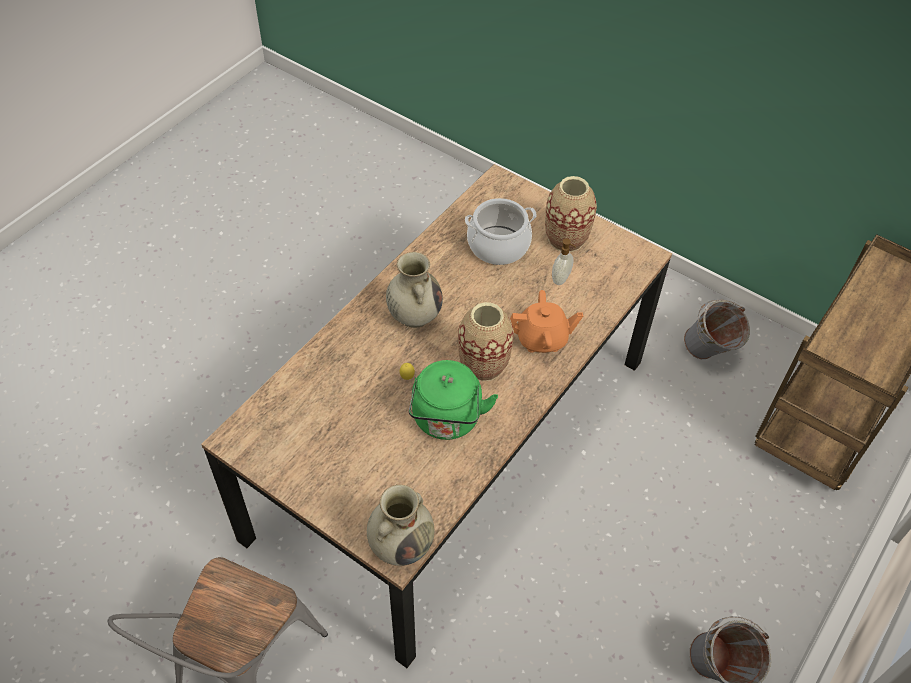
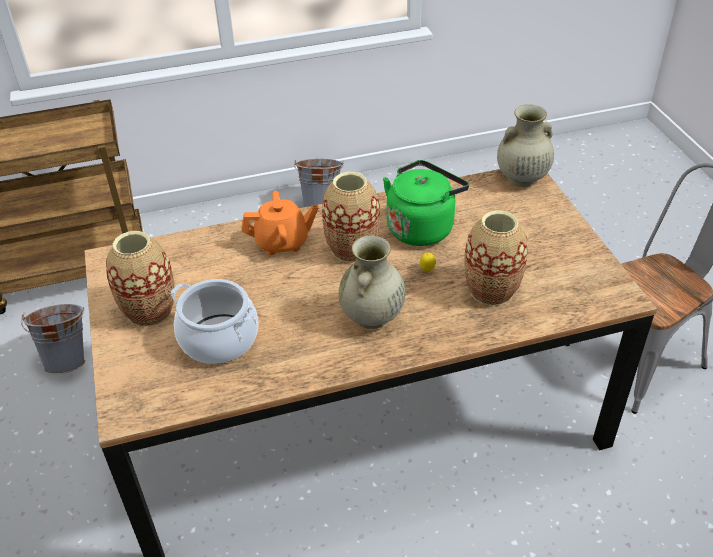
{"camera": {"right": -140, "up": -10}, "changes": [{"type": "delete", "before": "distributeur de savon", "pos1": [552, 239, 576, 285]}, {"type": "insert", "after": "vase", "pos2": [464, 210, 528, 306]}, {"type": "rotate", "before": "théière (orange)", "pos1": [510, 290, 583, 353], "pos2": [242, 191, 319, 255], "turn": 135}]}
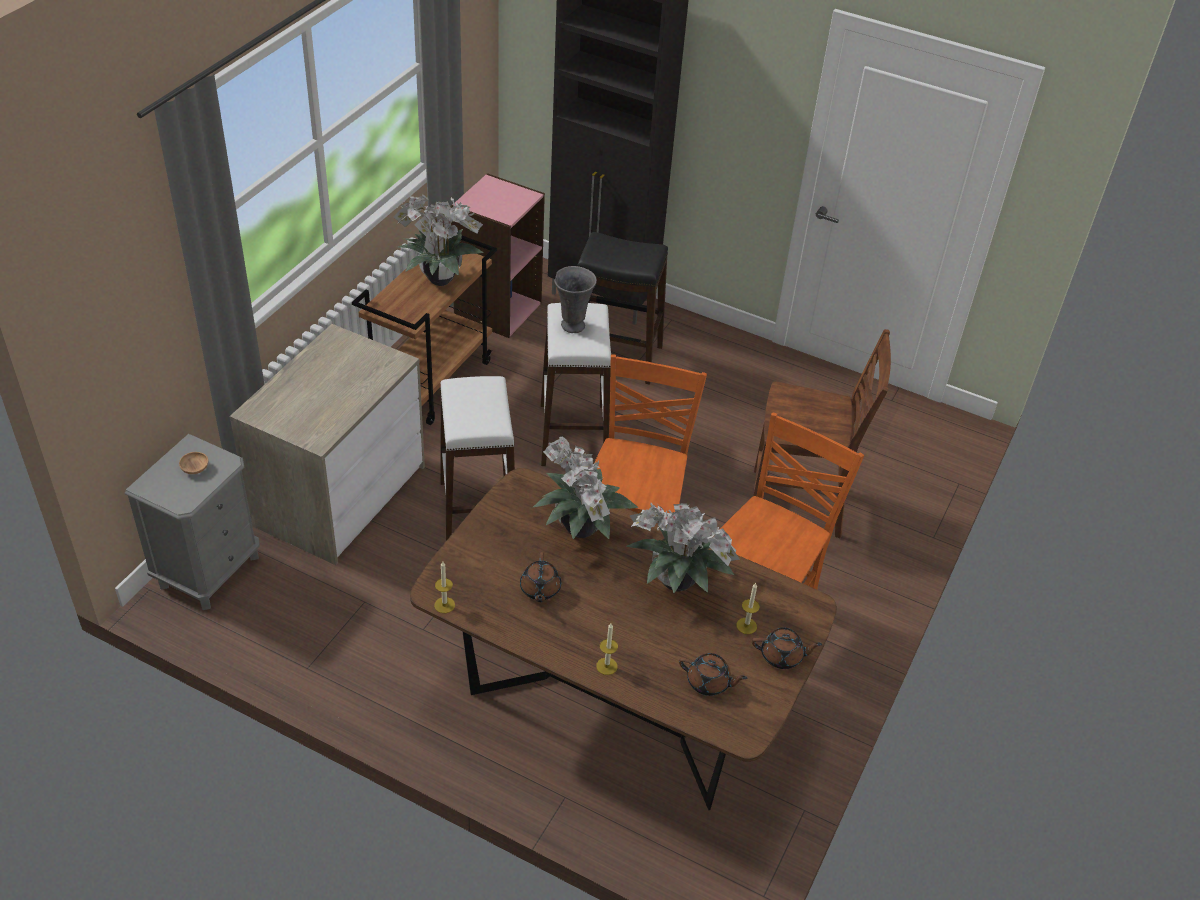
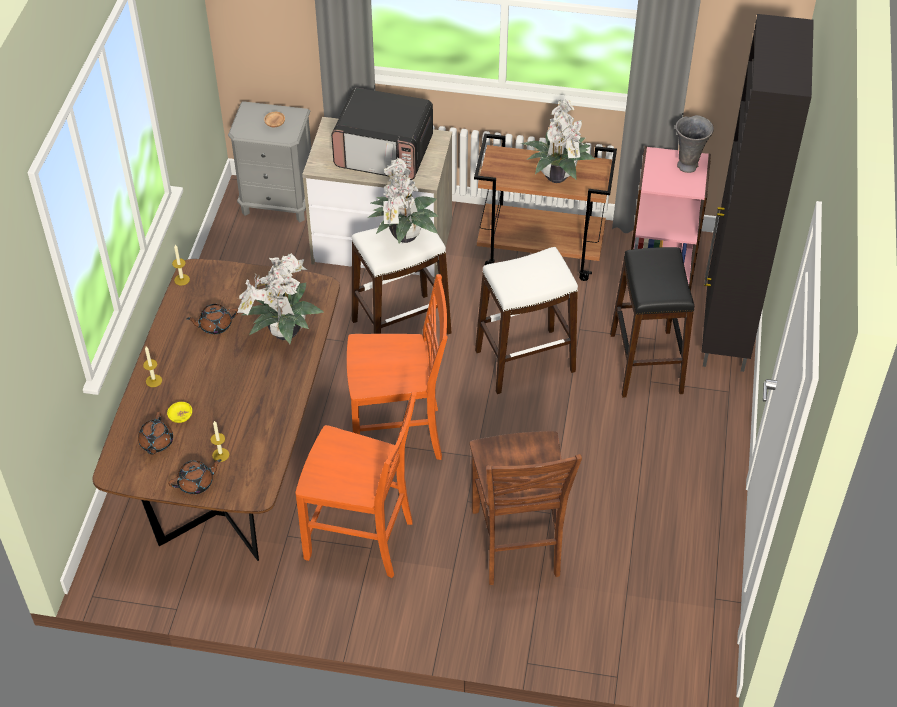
{"camera": {"right": 75, "up": 5}, "changes": [{"type": "insert", "after": "bol (jaune)", "pos2": [167, 402, 192, 423]}, {"type": "insert", "after": "micro-ondes", "pos2": [331, 88, 433, 180]}, {"type": "move", "before": "vase (gris)", "pos1": [554, 266, 597, 333], "pos2": [675, 115, 714, 173]}, {"type": "move", "before": "plante en pot", "pos1": [626, 503, 740, 593], "pos2": [367, 158, 438, 244]}, {"type": "rotate", "before": "théière (marron)", "pos1": [752, 627, 822, 669], "pos2": [168, 459, 221, 495], "turn": -105}]}
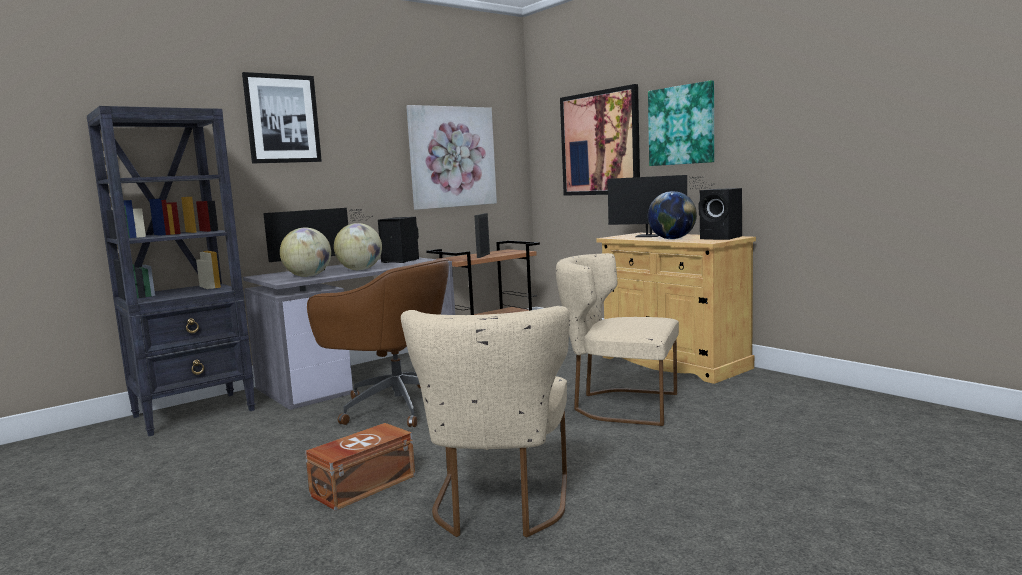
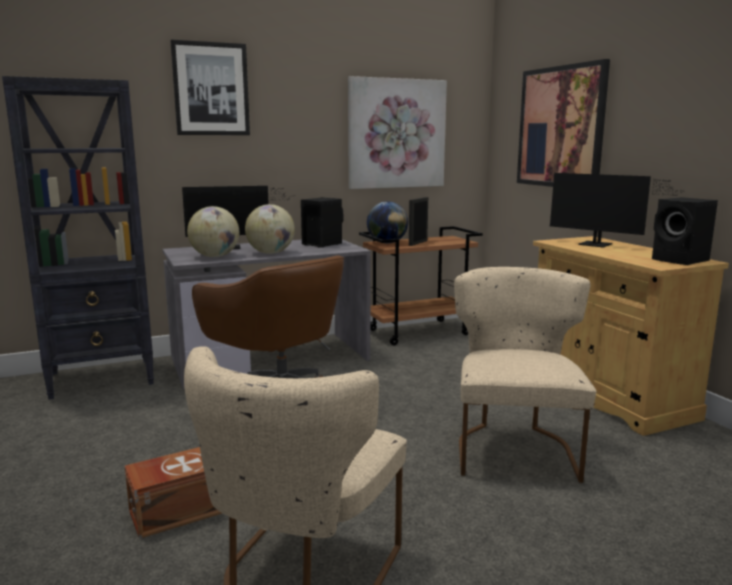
{"camera": {"right": 15, "up": 5}, "changes": [{"type": "delete", "before": "tableau", "pos1": [648, 80, 714, 166]}, {"type": "move", "before": "globe", "pos1": [648, 191, 697, 239], "pos2": [367, 201, 408, 243]}, {"type": "rotate", "before": "chaise (beige)", "pos1": [556, 253, 679, 426], "pos2": [454, 267, 596, 483], "turn": 60}]}
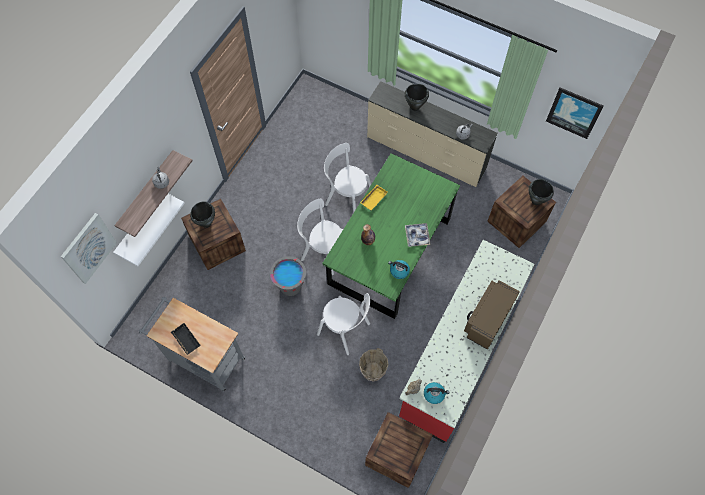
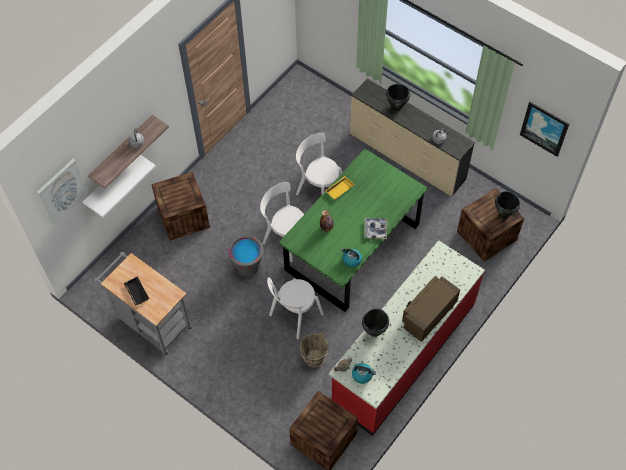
{"camera": {"right": 10, "up": -5}, "changes": [{"type": "move", "before": "marmite (noir)", "pos1": [190, 201, 215, 228], "pos2": [362, 309, 389, 337]}, {"type": "rotate", "before": "chaise (blanc)", "pos1": [317, 293, 370, 355], "pos2": [267, 277, 324, 340], "turn": 90}]}
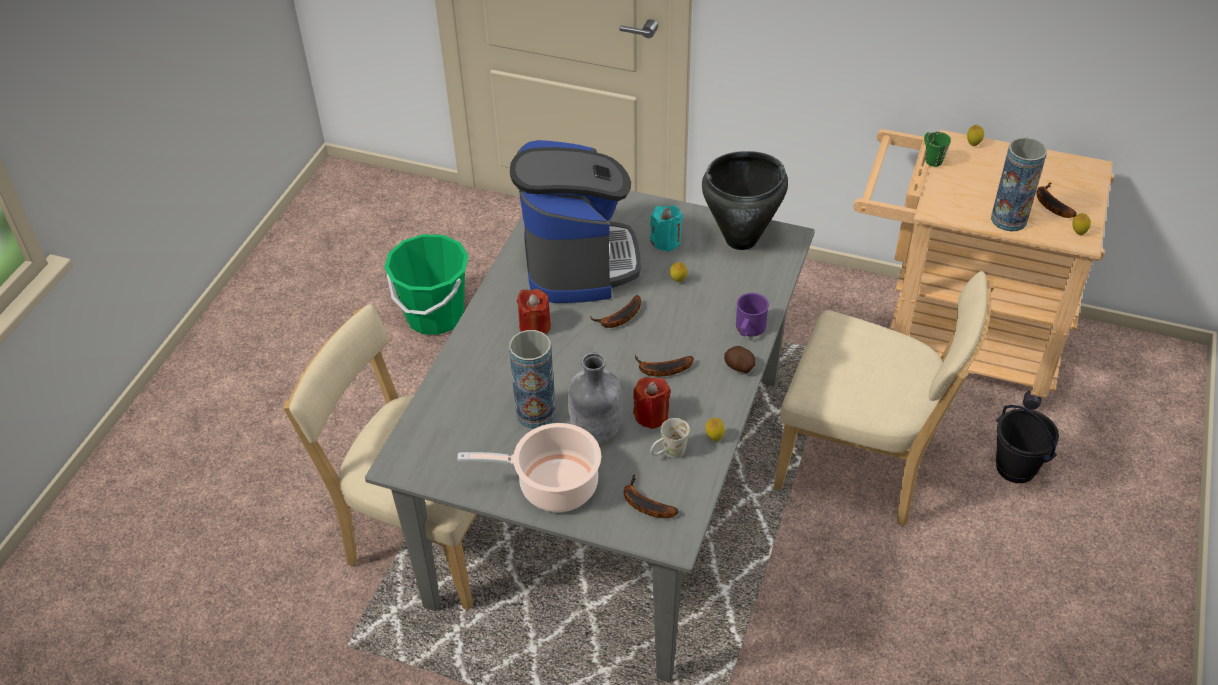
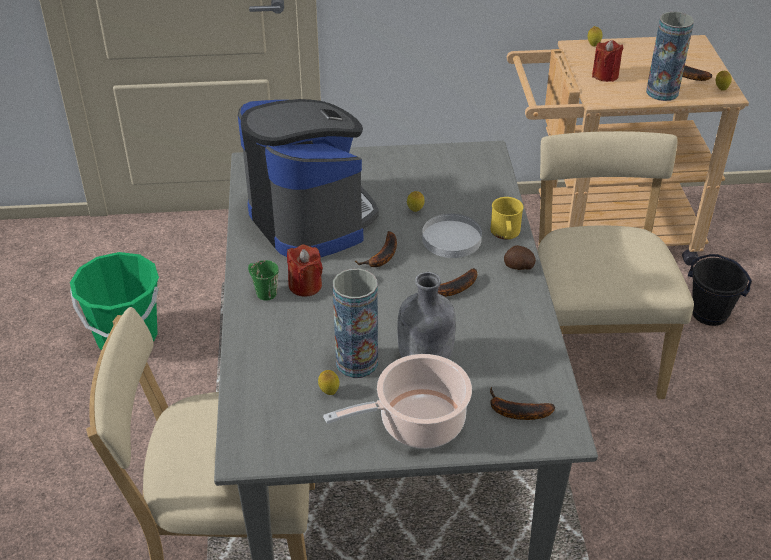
{"camera": {"right": -25, "up": -5}, "changes": [{"type": "delete", "before": "bougie (turquoise)", "pos1": [650, 205, 683, 252]}, {"type": "delete", "before": "mug (blanc)", "pos1": [650, 418, 690, 459]}, {"type": "delete", "before": "marmite (noir)", "pos1": [702, 151, 788, 250]}, {"type": "insert", "after": "assiette (blanc)", "pos2": [422, 214, 482, 258]}, {"type": "move", "before": "bougie (rouge)", "pos1": [633, 377, 671, 429], "pos2": [592, 40, 624, 82]}, {"type": "move", "before": "citron", "pos1": [705, 418, 725, 441], "pos2": [318, 370, 340, 395]}, {"type": "move", "before": "mug (vert)", "pos1": [924, 132, 951, 167], "pos2": [248, 260, 279, 301]}, {"type": "recolor", "before": "mug (violet)", "after": "mug (jaune)", "pos1": [736, 293, 769, 336], "pos2": [491, 197, 524, 240]}, {"type": "rotate", "before": "chaise (beige)", "pos1": [774, 271, 994, 526], "pos2": [538, 131, 694, 399], "turn": -90}]}
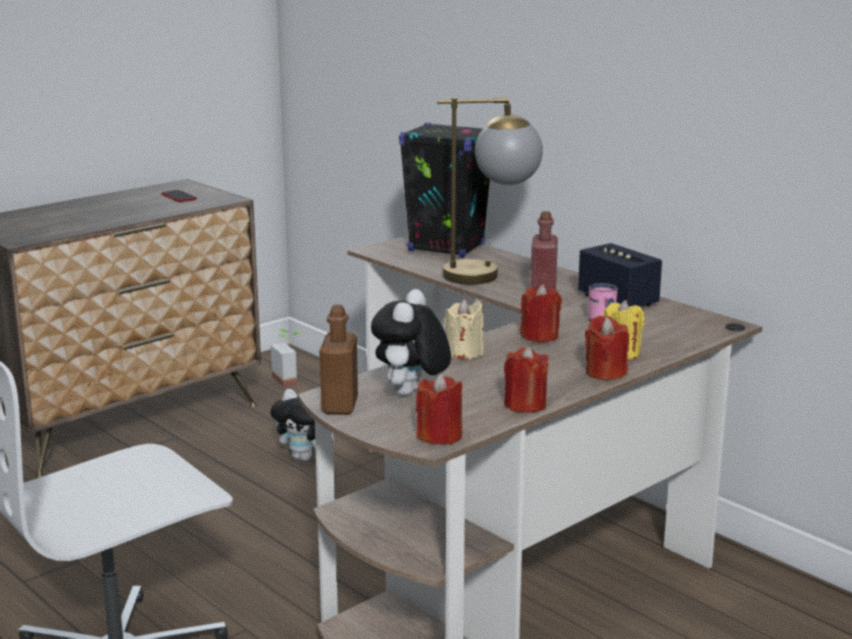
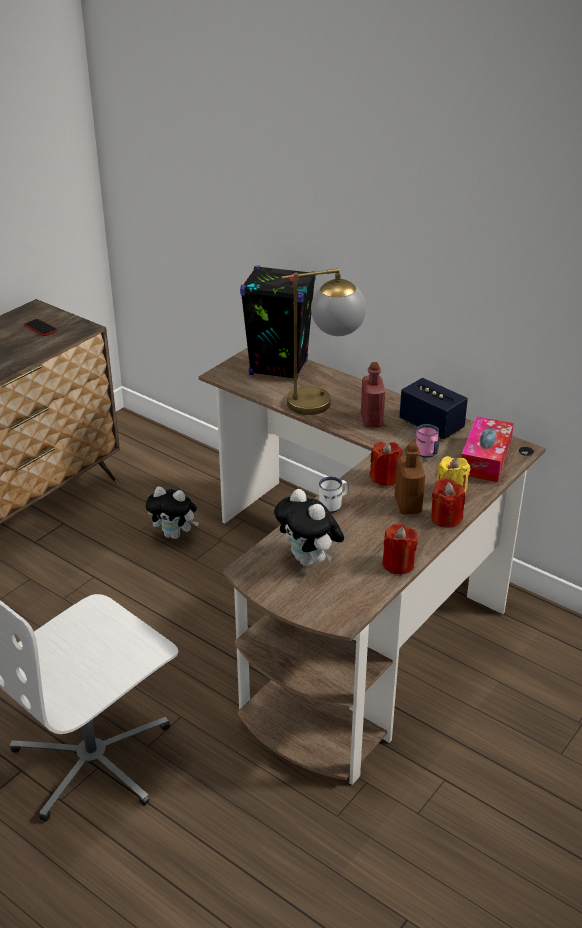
{"camera": {"right": -10, "up": 15}, "changes": [{"type": "delete", "before": "plante en pot", "pos1": [271, 329, 301, 387]}, {"type": "delete", "before": "bougie (rouge)", "pos1": [416, 374, 463, 445]}, {"type": "insert", "after": "boîte à mouchoirs", "pos2": [461, 417, 514, 482]}, {"type": "move", "before": "bouteille (marron)", "pos1": [319, 305, 358, 415], "pos2": [395, 442, 425, 514]}, {"type": "replace", "before": "bougie (beige)", "after": "mug (blanc)", "pos1": [444, 299, 484, 359], "pos2": [319, 476, 349, 513]}, {"type": "rotate", "before": "peluche", "pos1": [371, 289, 451, 396], "pos2": [274, 489, 344, 567], "turn": -45}]}
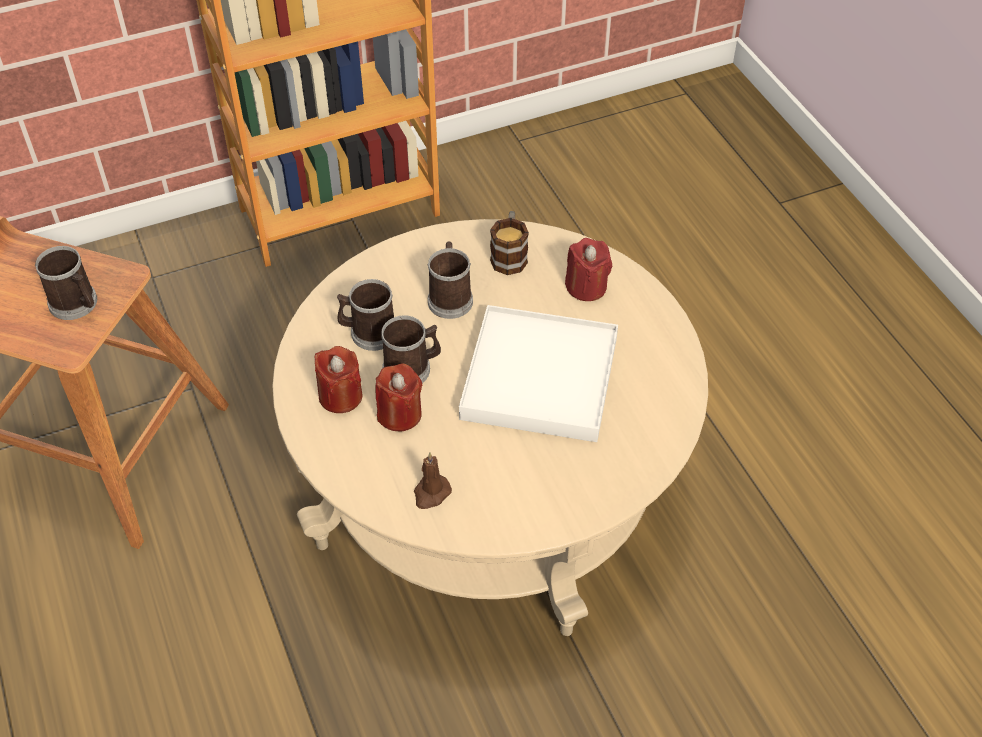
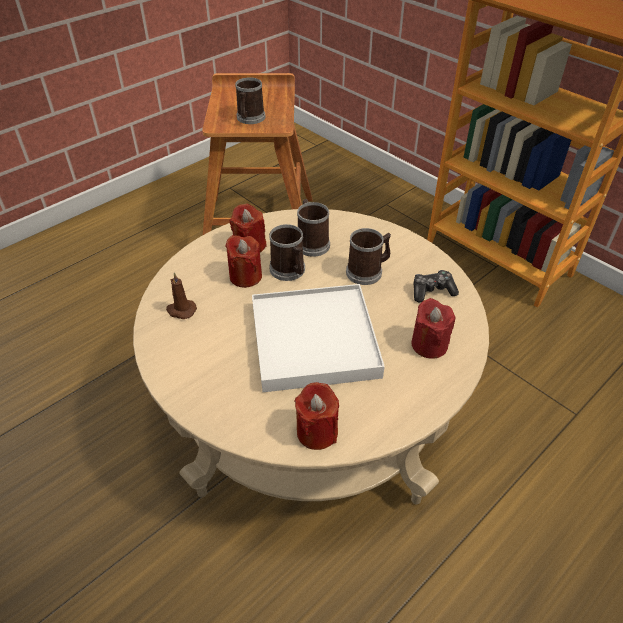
{"camera": {"right": 70, "up": -5}, "changes": [{"type": "insert", "after": "bougie (rouge)", "pos2": [295, 382, 339, 450]}, {"type": "replace", "before": "mug", "after": "manette", "pos1": [490, 211, 529, 275], "pos2": [413, 270, 459, 302]}]}
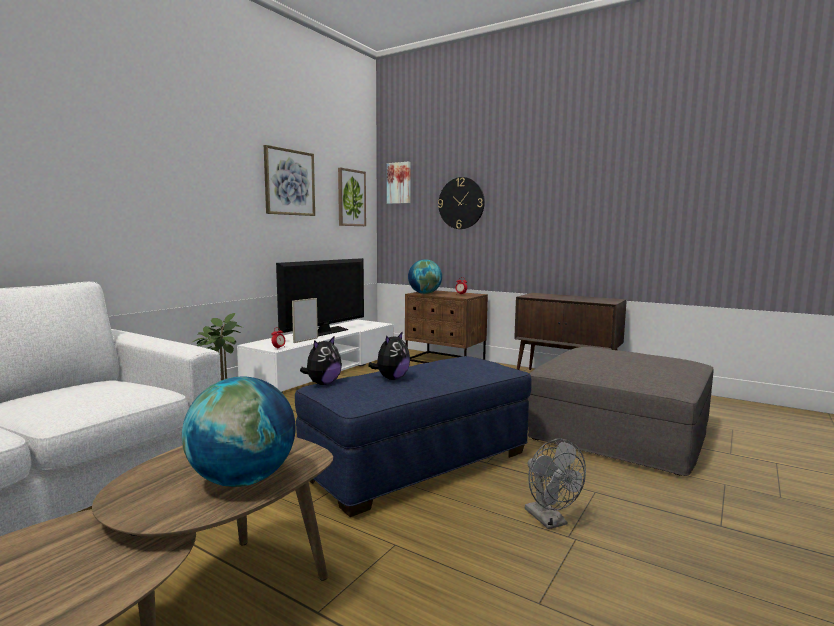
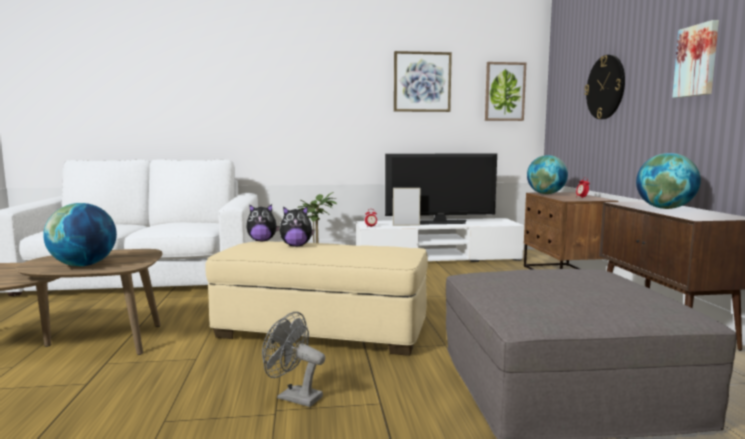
{"camera": {"right": 50, "up": 0}, "changes": [{"type": "insert", "after": "globe", "pos2": [636, 153, 701, 209]}, {"type": "move", "before": "tableau", "pos1": [387, 162, 411, 204], "pos2": [672, 20, 719, 98]}, {"type": "recolor", "before": "pouf (bleu)", "after": "pouf (beige)", "pos1": [295, 356, 532, 517], "pos2": [205, 241, 428, 356]}, {"type": "rotate", "before": "ventilateur (gris)", "pos1": [525, 439, 586, 529], "pos2": [262, 312, 325, 407], "turn": 90}]}
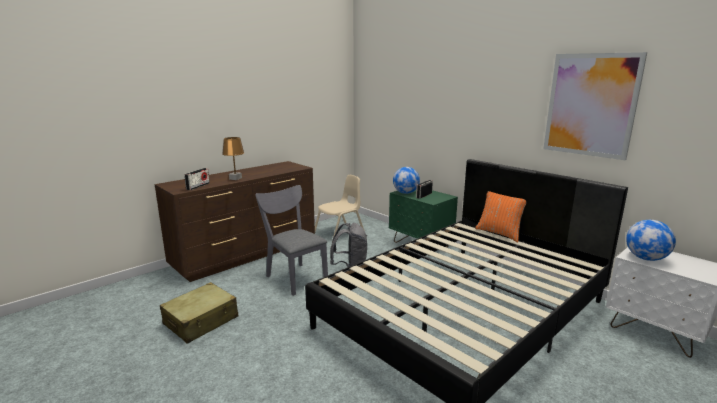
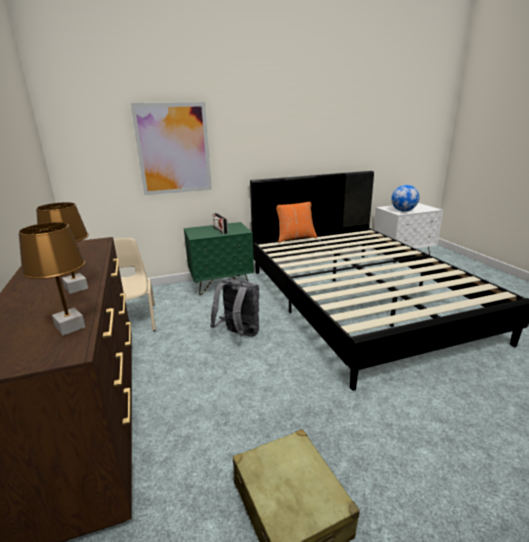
{"camera": {"right": -65, "up": 5}, "changes": [{"type": "delete", "before": "chaise (gris)", "pos1": [255, 185, 328, 296]}, {"type": "delete", "before": "globe", "pos1": [393, 167, 420, 194]}, {"type": "move", "before": "tableau", "pos1": [543, 52, 647, 160], "pos2": [131, 102, 212, 195]}, {"type": "replace", "before": "radio", "after": "lampe de table (marron)", "pos1": [184, 168, 210, 190], "pos2": [18, 222, 85, 336]}]}
